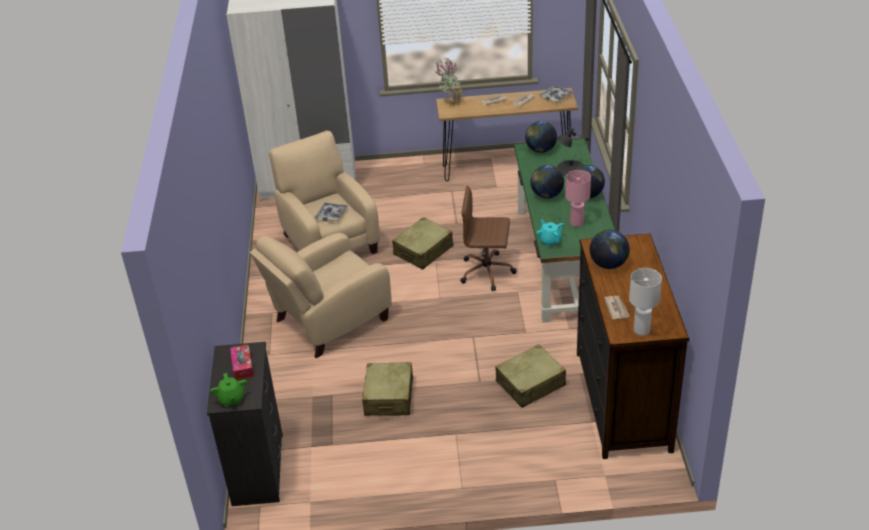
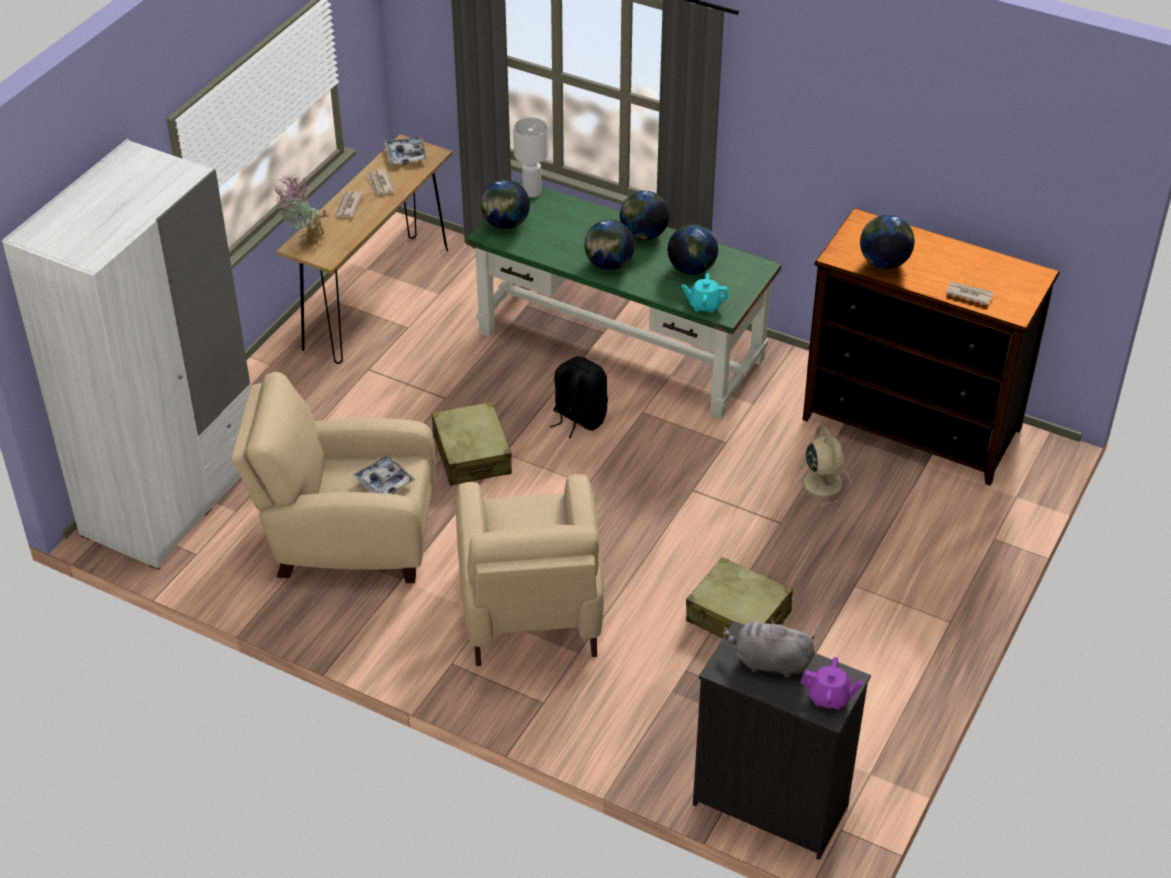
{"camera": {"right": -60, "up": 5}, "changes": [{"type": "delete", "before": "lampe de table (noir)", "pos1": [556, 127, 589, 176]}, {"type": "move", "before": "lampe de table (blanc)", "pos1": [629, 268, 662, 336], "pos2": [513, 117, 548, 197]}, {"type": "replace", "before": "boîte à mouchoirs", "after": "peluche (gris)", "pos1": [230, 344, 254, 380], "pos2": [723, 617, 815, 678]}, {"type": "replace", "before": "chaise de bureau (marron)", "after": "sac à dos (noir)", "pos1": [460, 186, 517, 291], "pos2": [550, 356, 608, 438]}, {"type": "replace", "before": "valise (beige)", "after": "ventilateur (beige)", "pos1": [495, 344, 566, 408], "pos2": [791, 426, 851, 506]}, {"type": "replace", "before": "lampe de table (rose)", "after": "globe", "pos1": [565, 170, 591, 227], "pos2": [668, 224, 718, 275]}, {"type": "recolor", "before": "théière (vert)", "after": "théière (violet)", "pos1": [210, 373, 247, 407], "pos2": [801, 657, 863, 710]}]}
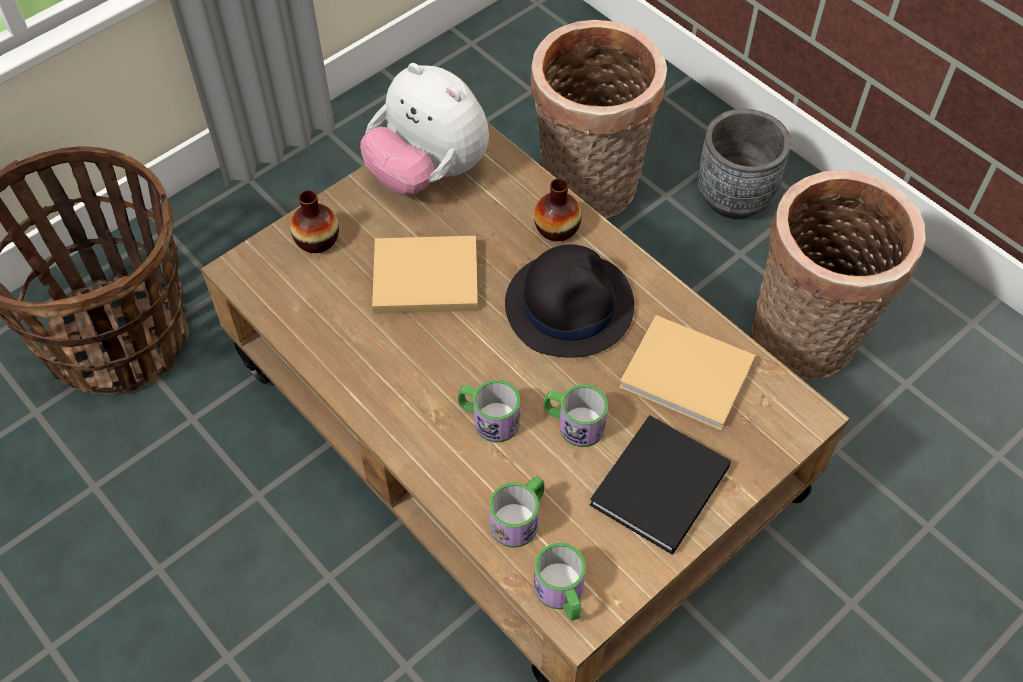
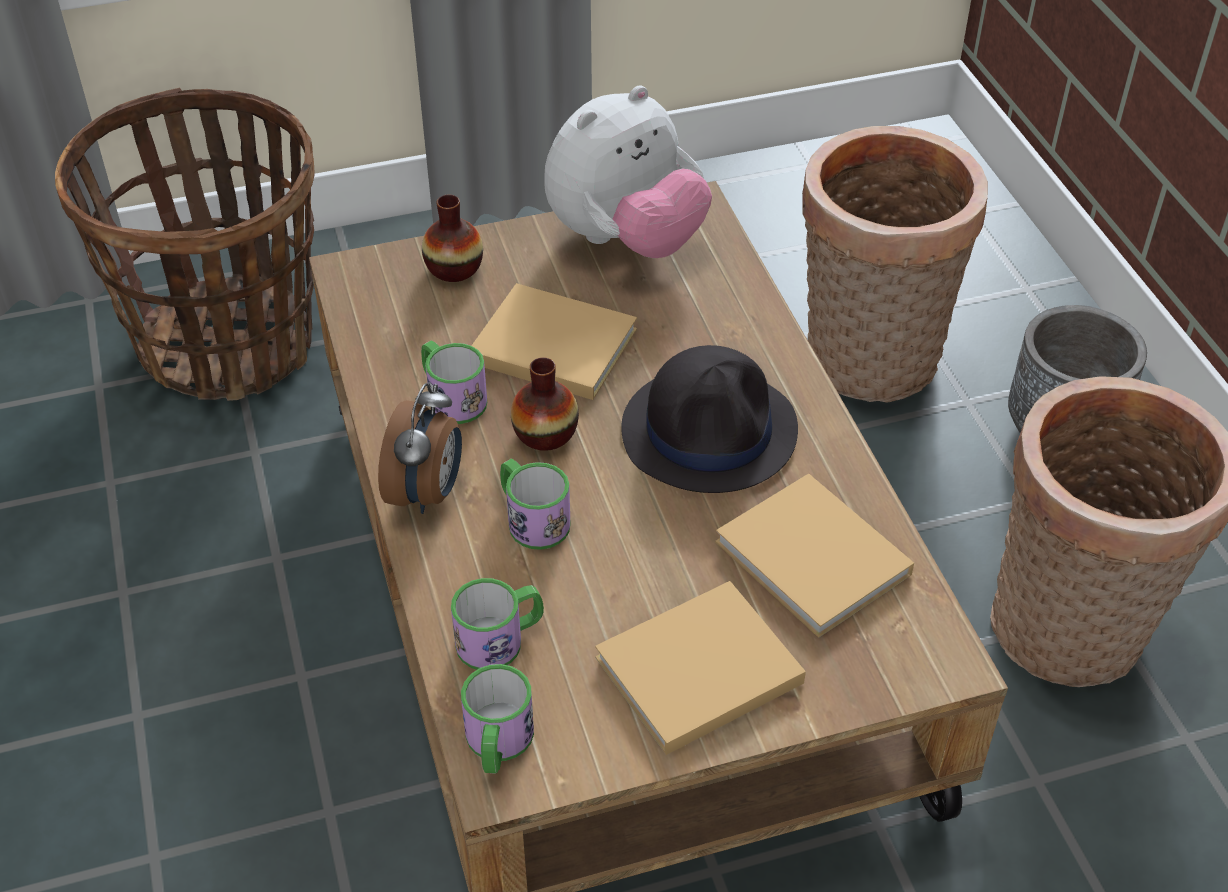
{"camera": {"right": 25, "up": -10}, "changes": [{"type": "insert", "after": "réveil", "pos2": [378, 383, 462, 514]}, {"type": "move", "before": "vase", "pos1": [534, 178, 582, 241], "pos2": [511, 357, 579, 451]}, {"type": "move", "before": "mug", "pos1": [543, 384, 608, 447], "pos2": [421, 341, 487, 424]}, {"type": "recolor", "before": "livre (noir)", "after": "livre (beige)", "pos1": [590, 415, 731, 555], "pos2": [595, 581, 806, 755]}, {"type": "rotate", "before": "peluche", "pos1": [360, 63, 489, 195], "pos2": [544, 85, 712, 258], "turn": -105}]}
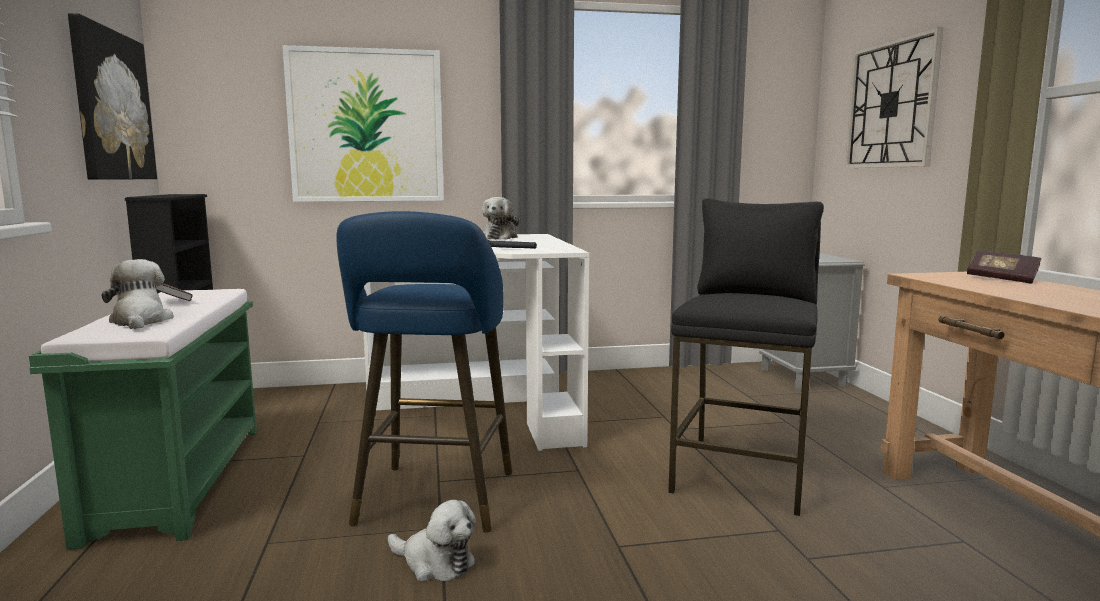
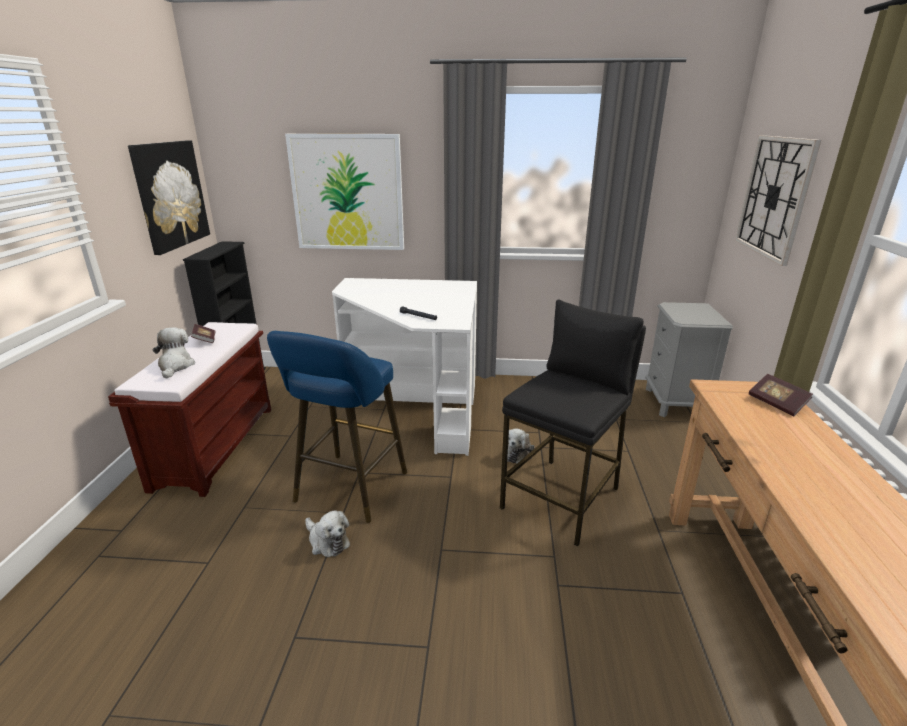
{"camera": {"right": 15, "up": 15}, "changes": [{"type": "move", "before": "peluche", "pos1": [482, 197, 520, 240], "pos2": [507, 429, 535, 463]}, {"type": "recolor", "before": "banc (vert)", "after": "banc (marron)", "pos1": [29, 289, 257, 550], "pos2": [108, 322, 271, 497]}]}
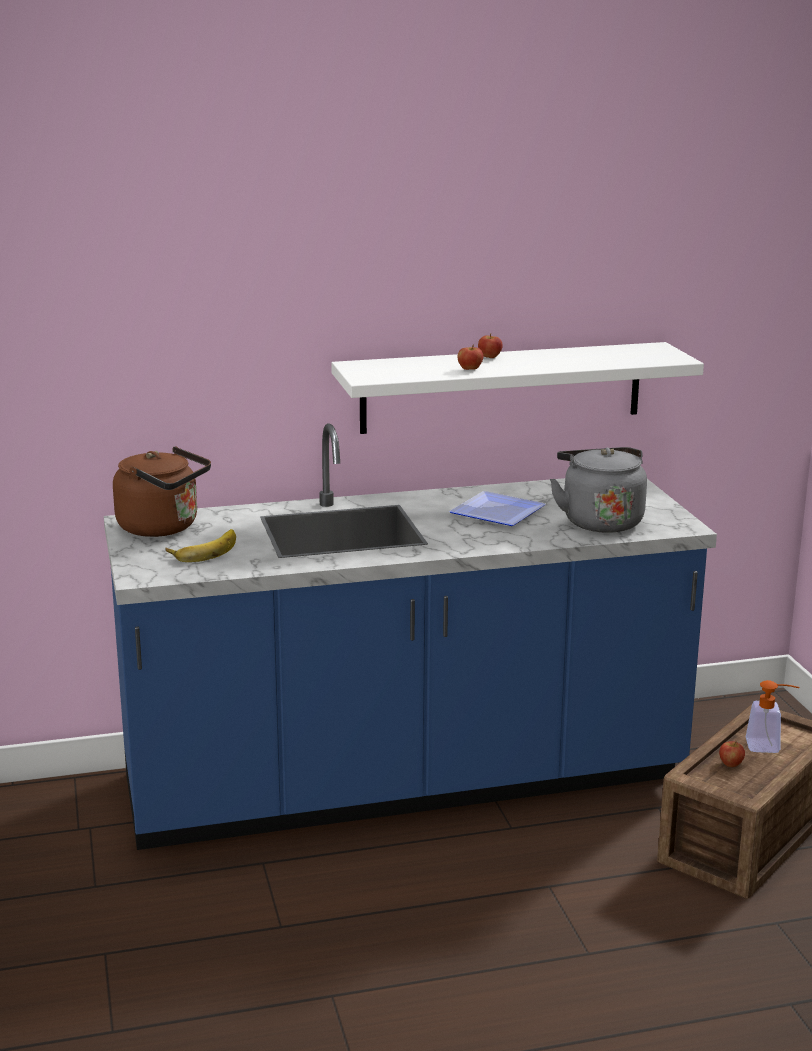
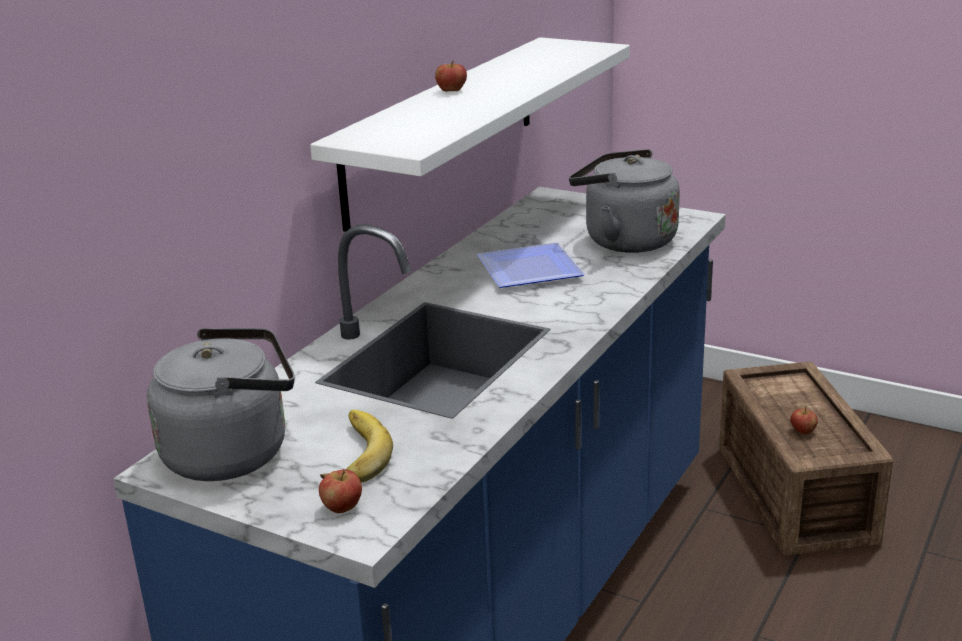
{"camera": {"right": -45, "up": 5}, "changes": [{"type": "delete", "before": "distributeur de savon", "pos1": [746, 680, 799, 753]}, {"type": "move", "before": "pomme", "pos1": [458, 344, 483, 370], "pos2": [319, 469, 362, 513]}, {"type": "recolor", "before": "bouilloire (marron)", "after": "bouilloire (gris)", "pos1": [113, 446, 211, 537], "pos2": [147, 328, 295, 481]}]}
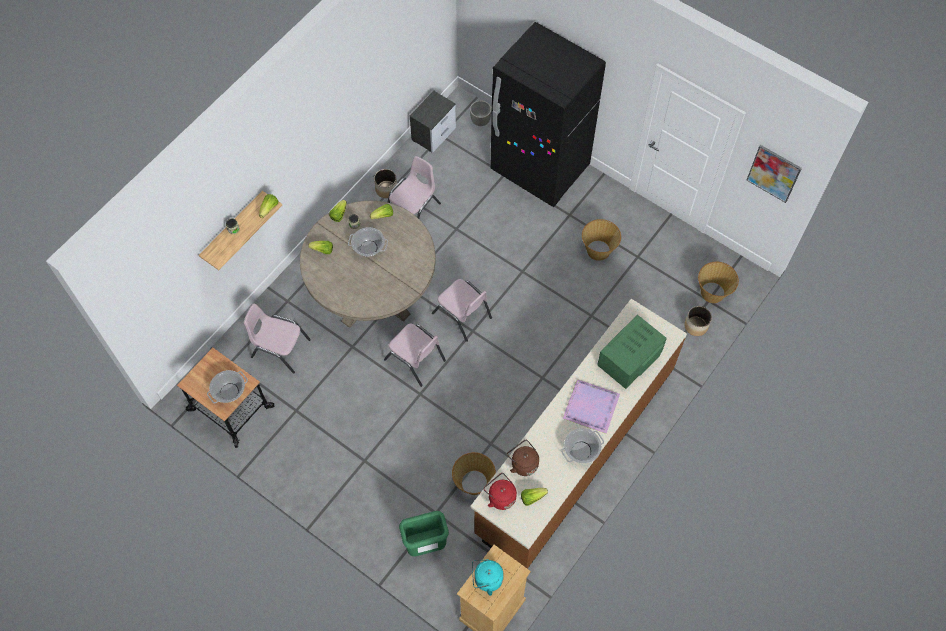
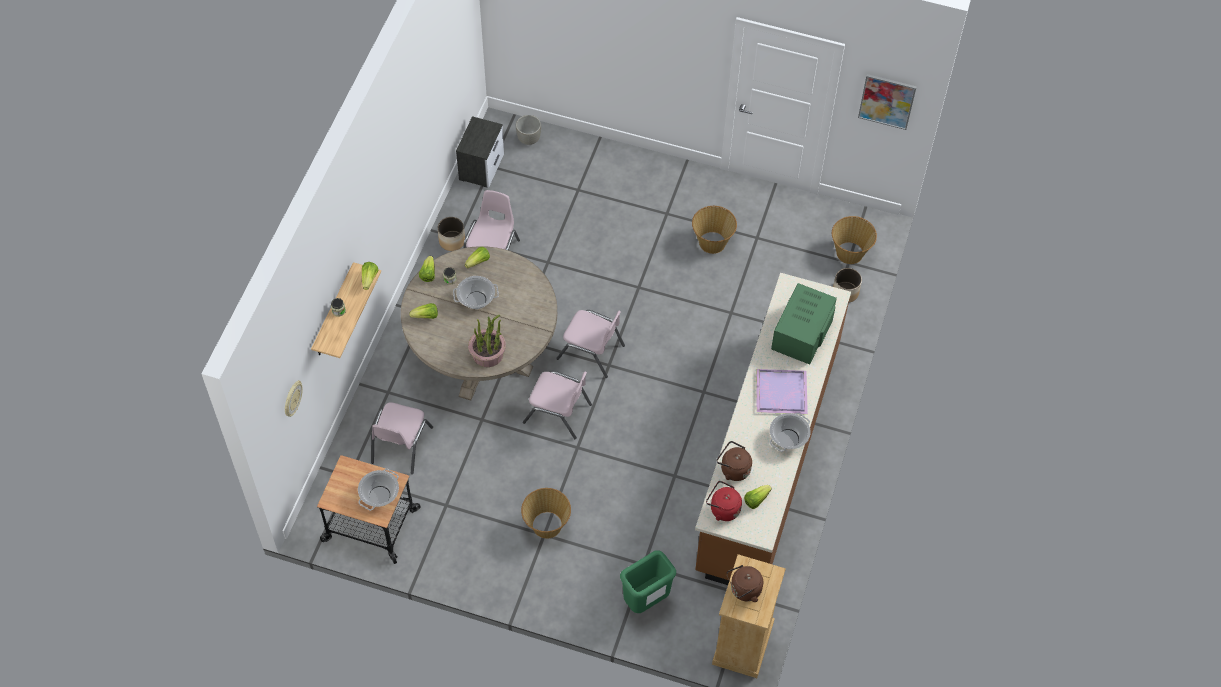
{"camera": {"right": -20, "up": -5}, "changes": [{"type": "delete", "before": "réfrigérateur (noir)", "pos1": [490, 22, 606, 207]}, {"type": "insert", "after": "horloge murale", "pos2": [285, 380, 303, 417]}, {"type": "insert", "after": "plante en pot", "pos2": [468, 315, 506, 367]}, {"type": "move", "before": "panier", "pos1": [452, 452, 496, 495], "pos2": [521, 488, 571, 538]}, {"type": "recolor", "before": "bouilloire (turquoise)", "after": "bouilloire (marron)", "pos1": [472, 559, 504, 596], "pos2": [726, 565, 763, 602]}, {"type": "rotate", "before": "chaise (rose)", "pos1": [244, 303, 311, 374], "pos2": [371, 402, 433, 474], "turn": -75}]}
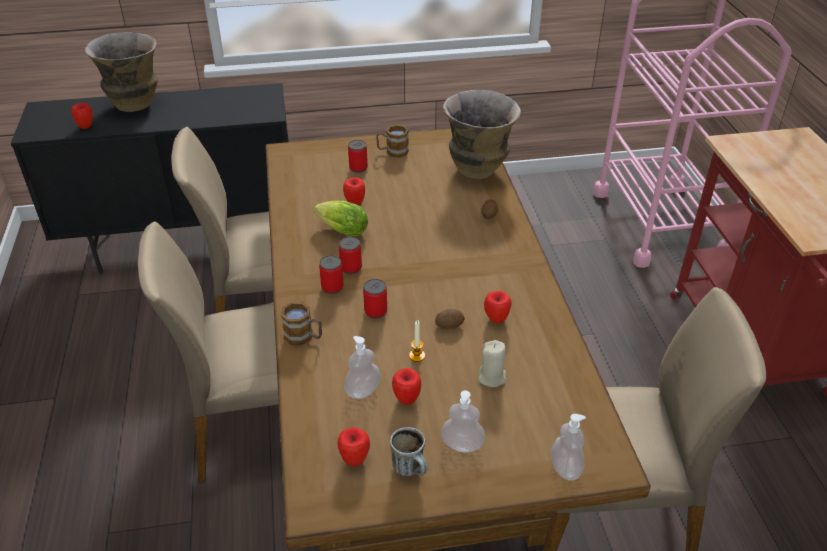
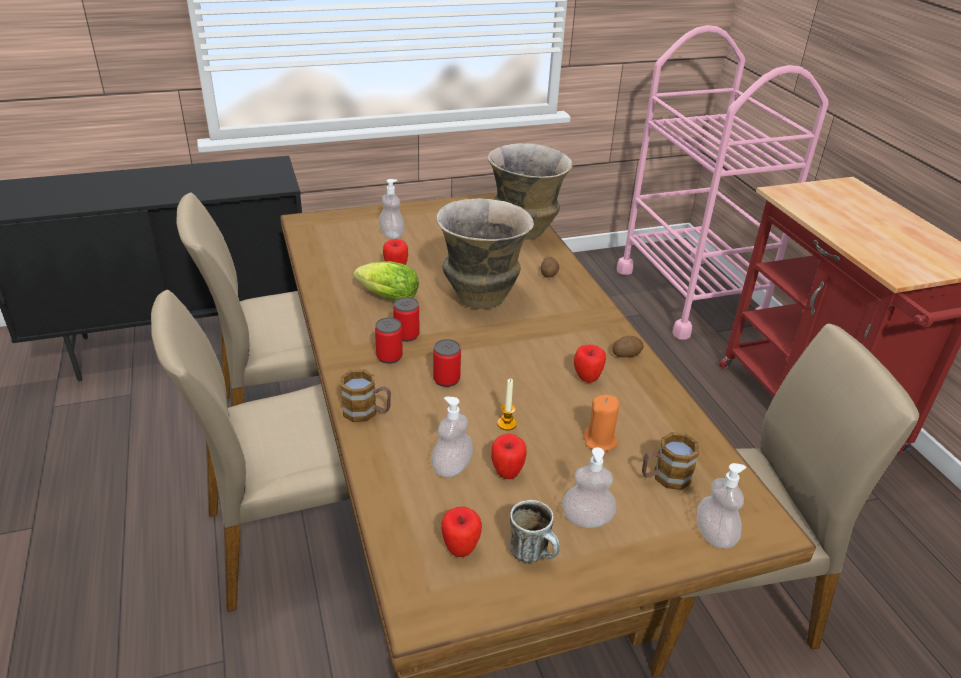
{"camera": {"right": -10, "up": -5}, "changes": [{"type": "delete", "before": "pomme", "pos1": [71, 103, 93, 129]}, {"type": "move", "before": "vase", "pos1": [85, 32, 158, 112], "pos2": [436, 198, 534, 309]}, {"type": "move", "before": "mug", "pos1": [376, 125, 409, 158], "pos2": [642, 432, 699, 490]}, {"type": "move", "before": "pomme de terre", "pos1": [435, 309, 465, 328], "pos2": [612, 336, 644, 357]}, {"type": "replace", "before": "boîte métallique", "after": "distributeur de savon", "pos1": [348, 140, 368, 173], "pos2": [379, 179, 405, 239]}, {"type": "recolor", "before": "bougie (beige)", "after": "bougie (orange)", "pos1": [478, 340, 507, 387], "pos2": [583, 394, 619, 451]}]}
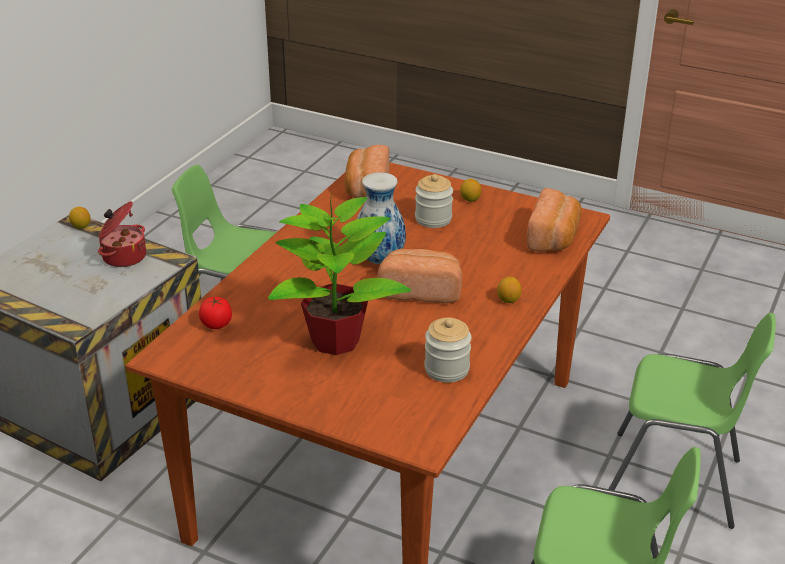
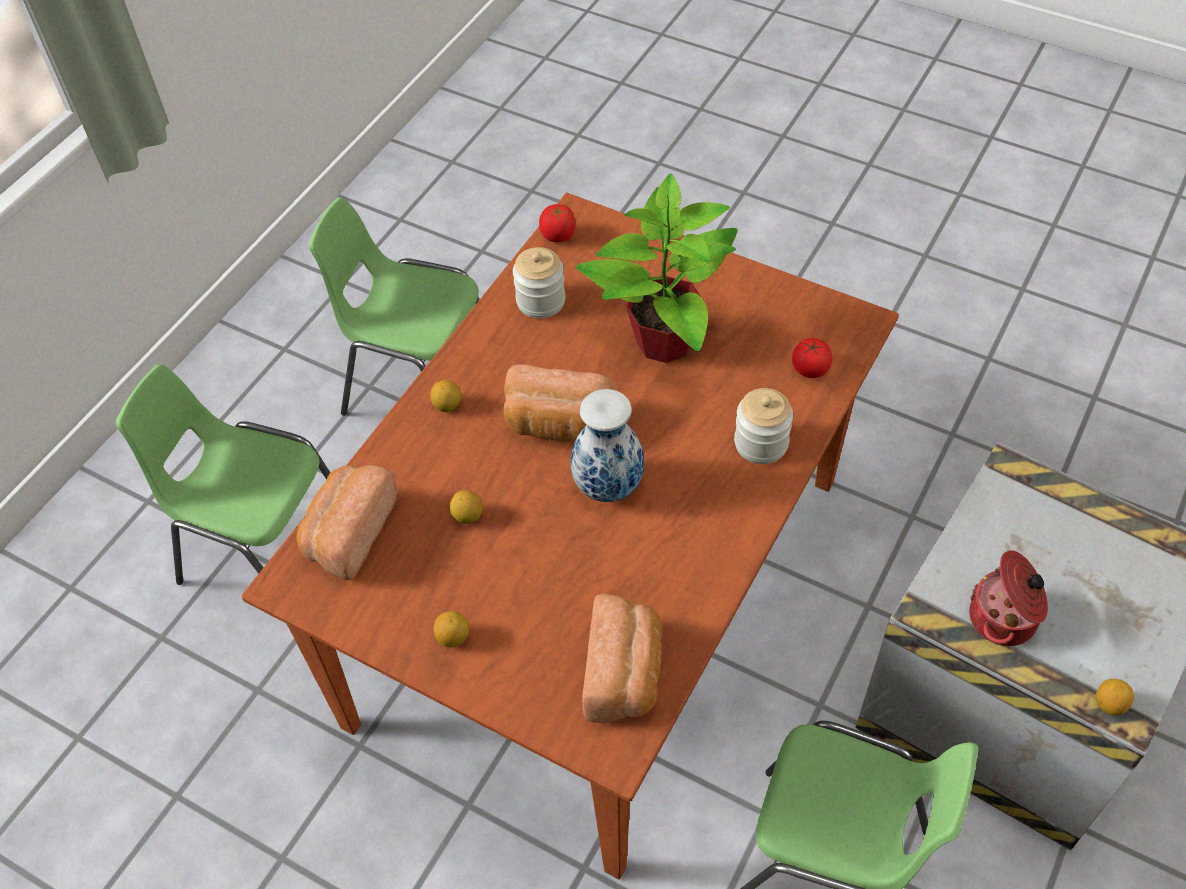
{"camera": {"right": -175, "up": 20}, "changes": [{"type": "insert", "after": "citron", "pos2": [450, 490, 483, 524]}, {"type": "insert", "after": "tomate", "pos2": [539, 204, 575, 242]}, {"type": "move", "before": "bocal", "pos1": [415, 174, 453, 228], "pos2": [734, 388, 793, 464]}]}
